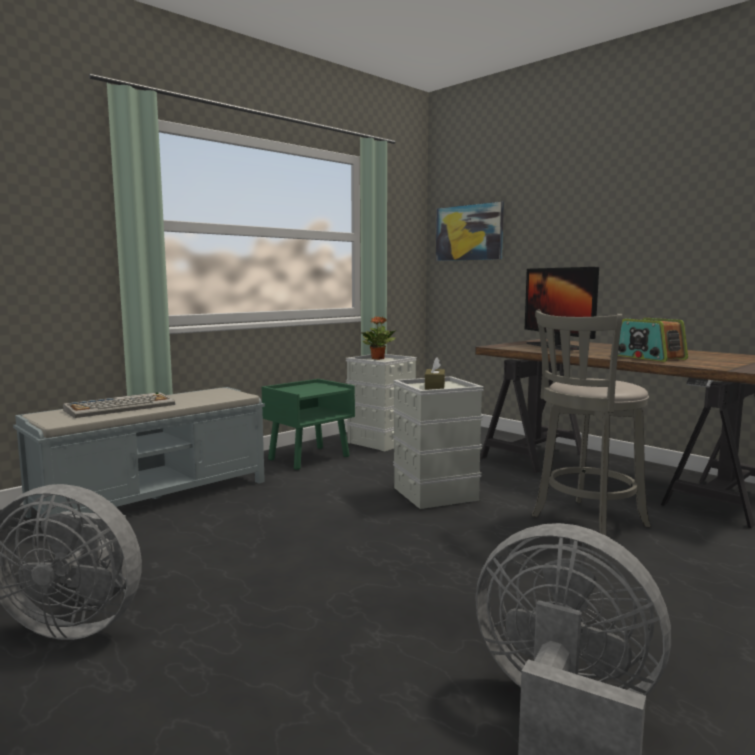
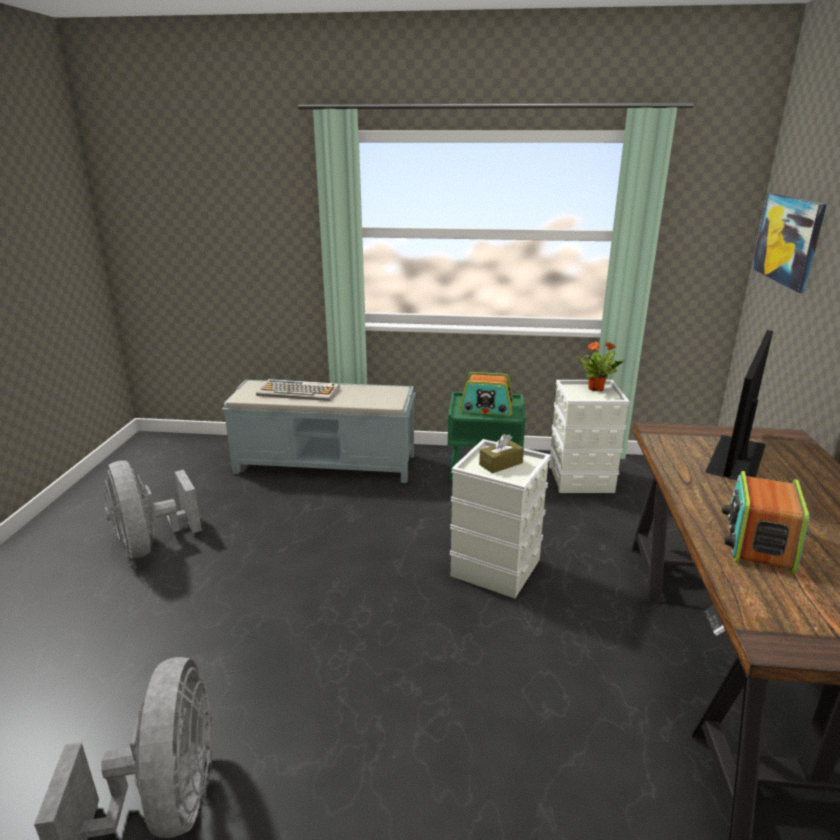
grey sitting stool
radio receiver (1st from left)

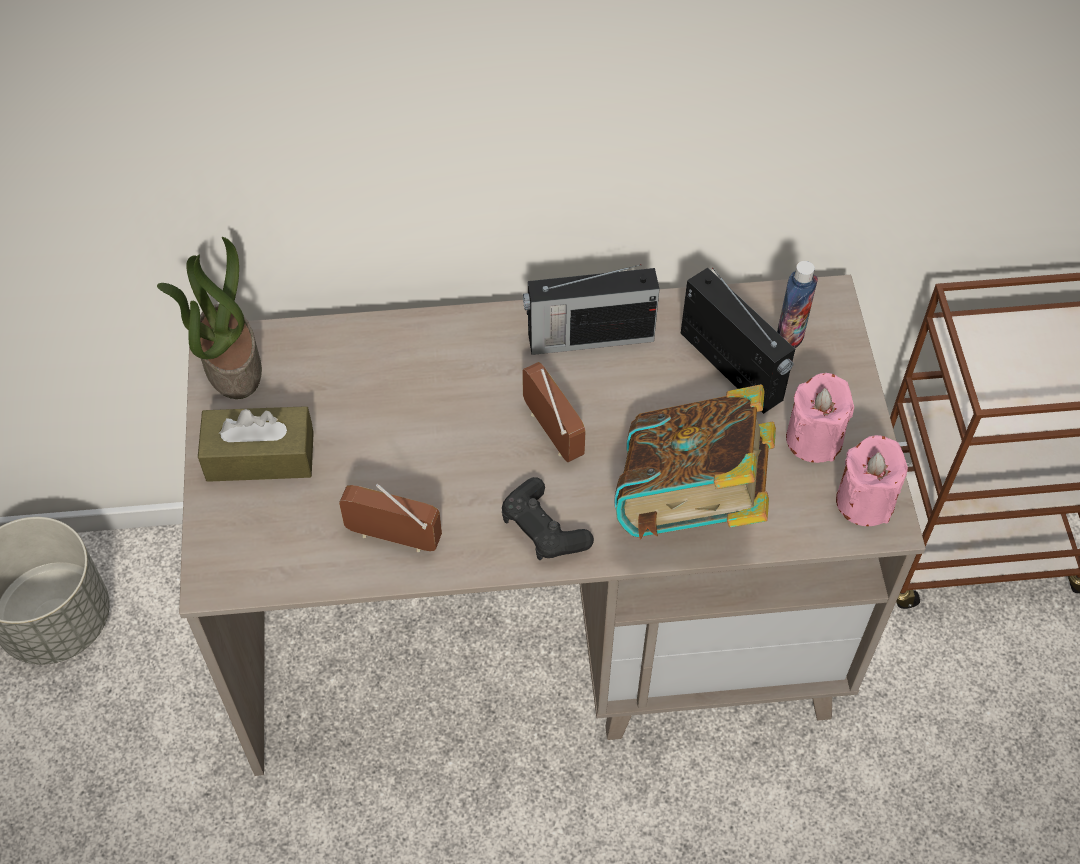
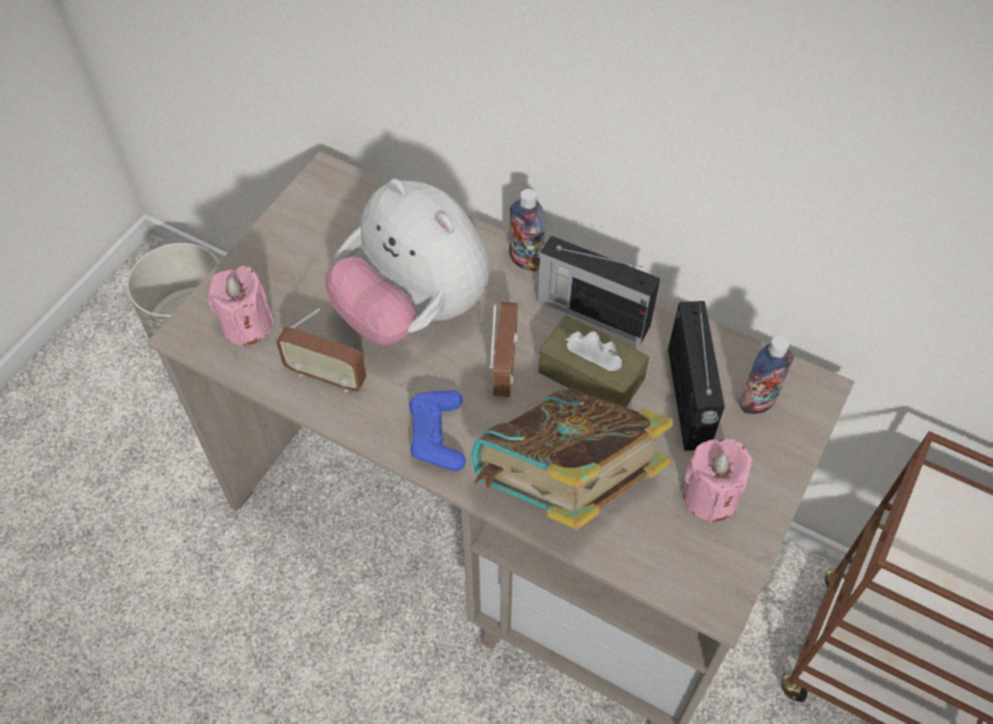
potted plant
brown-coloured tissue holder
radio receiver (1st from left)
blue game controller
pink-coloured wax candle (1st from left)
cuddly toy
drink bottle (1st from left)

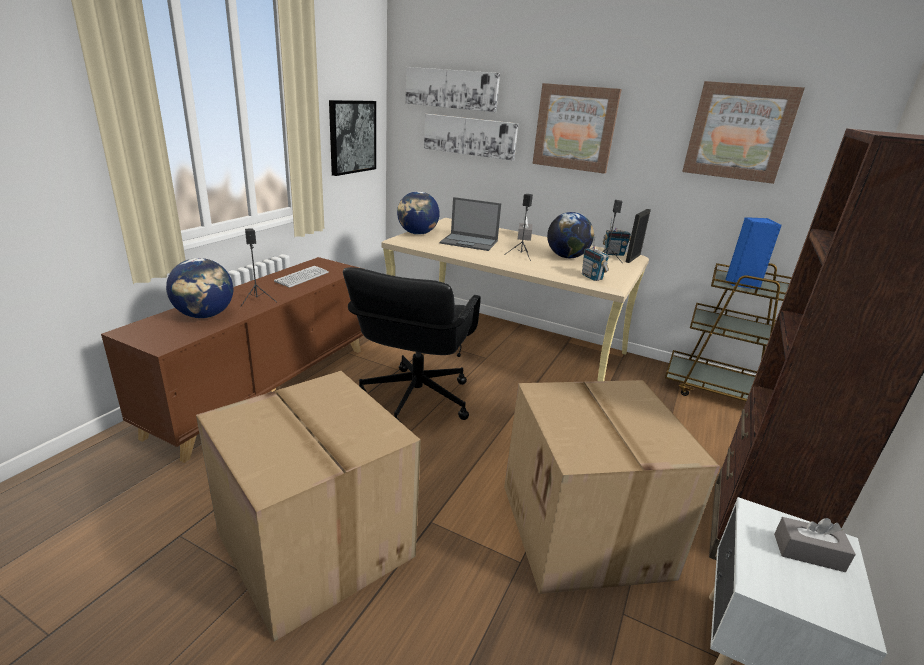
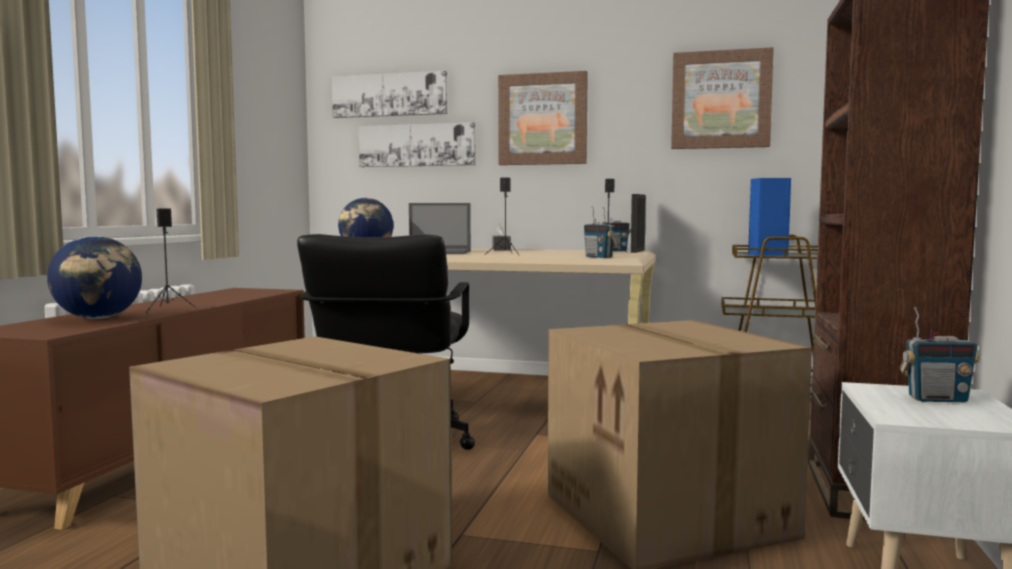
PC keyboard
wall art (1st from left in the first image)
globe (3rd from left in the first image)
radio receiver (3rd from left)

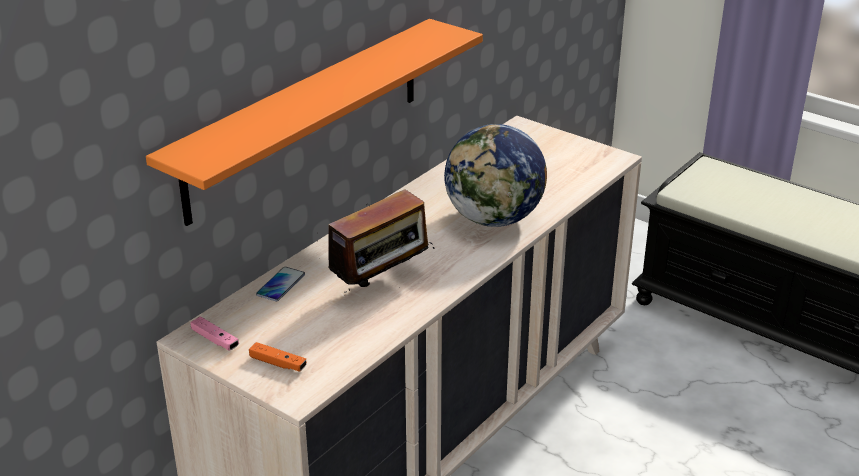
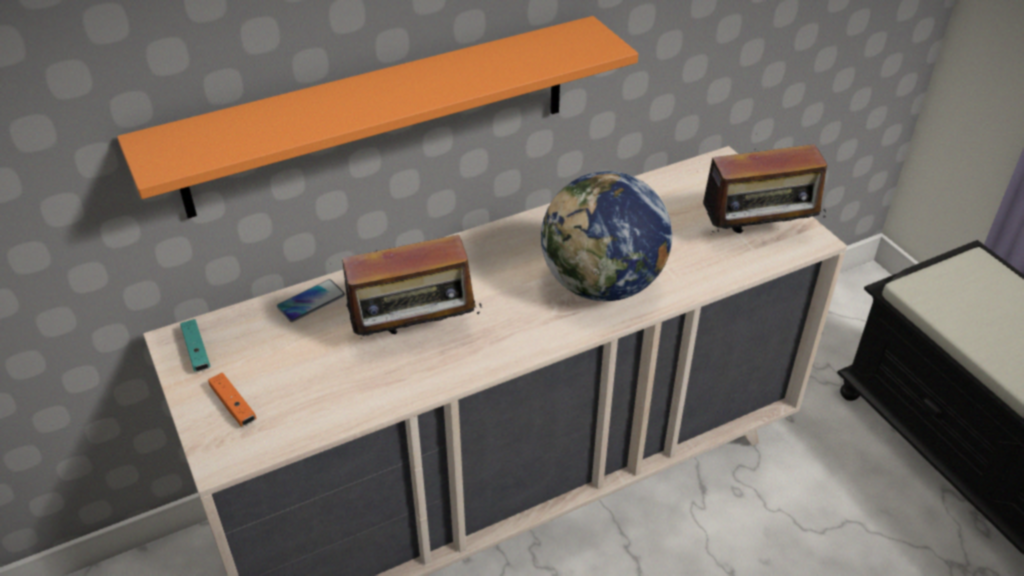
turquoise-coloured game controller
radio receiver (2nd from left)

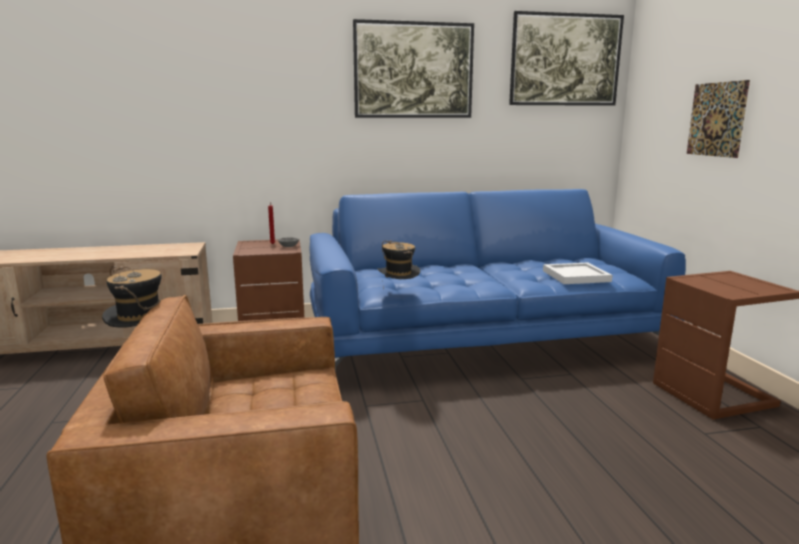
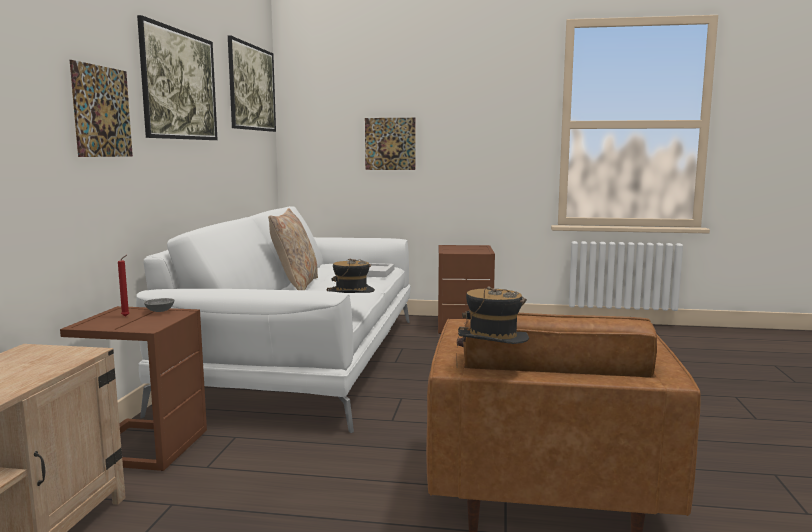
white settee
wall art (1st from left)
beige pillow

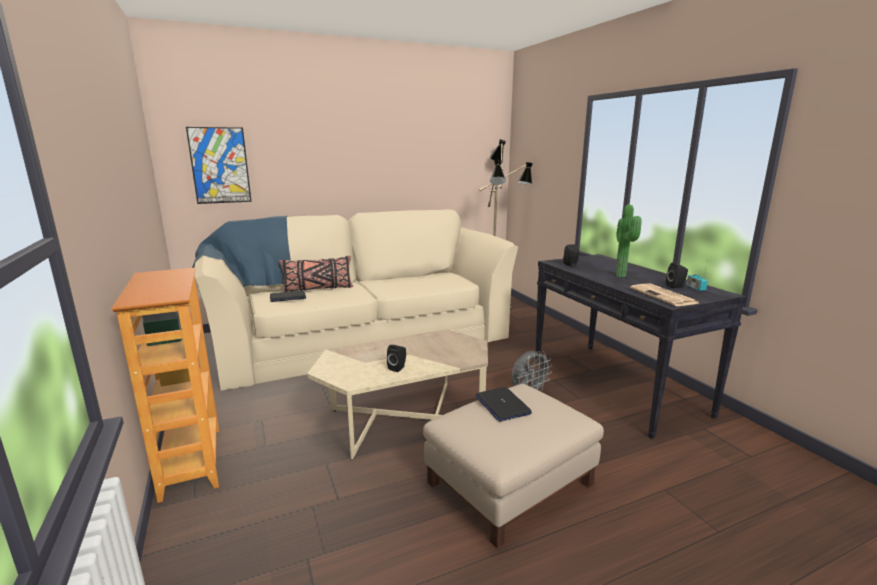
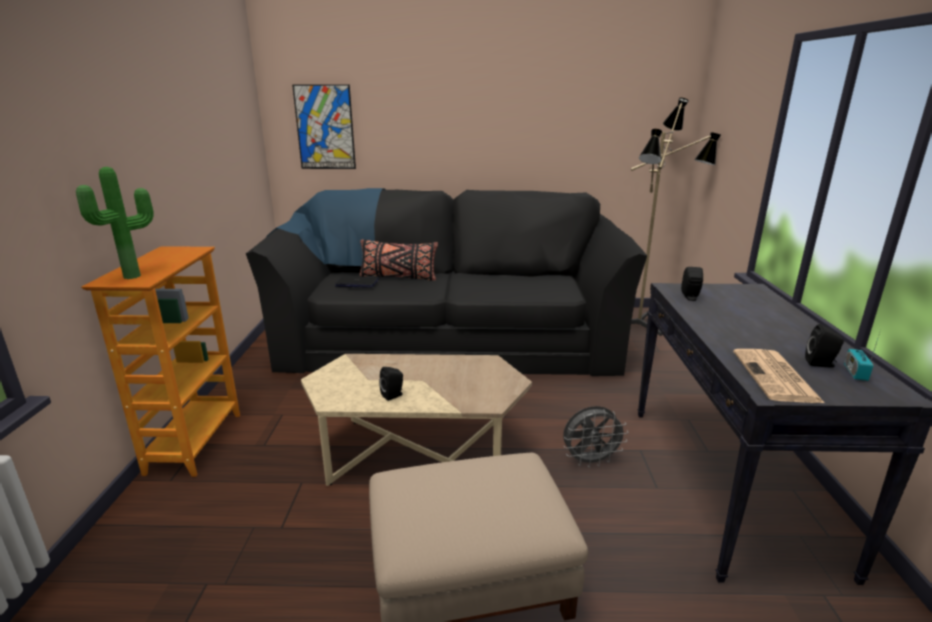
black-coloured settee
laptop (2nd from left in the first image)
potted plant

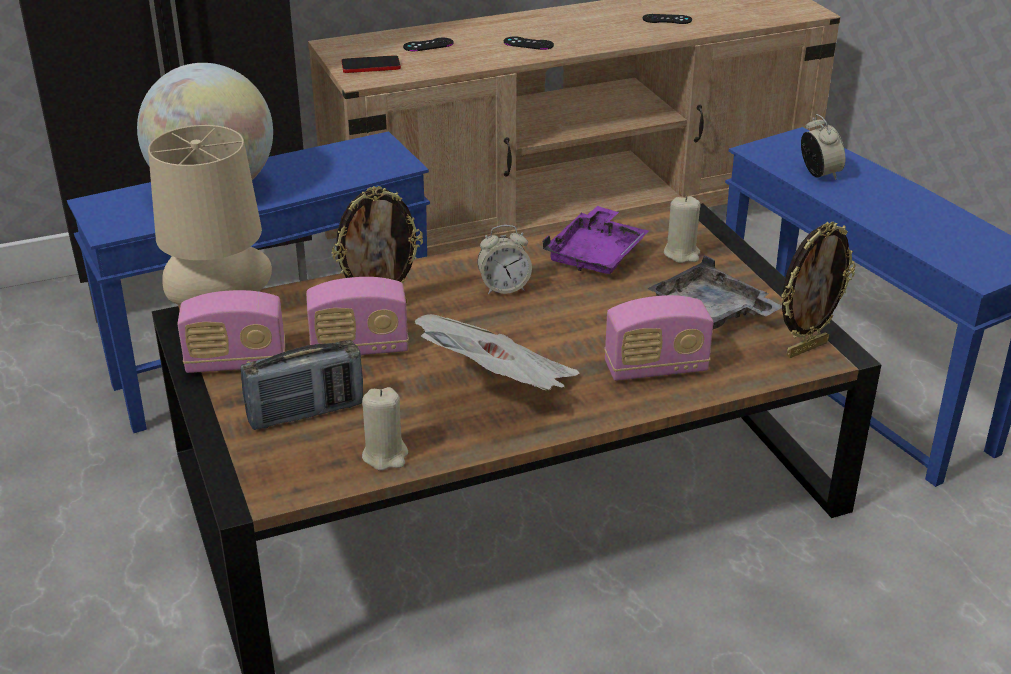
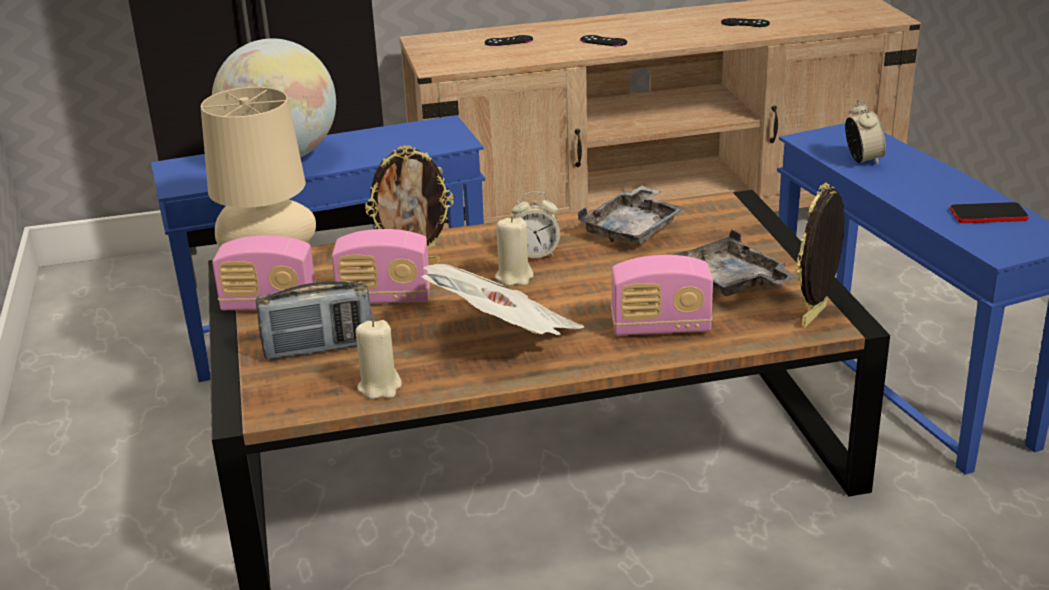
telephone
grey carrying tray (1st from left)
beige wax candle (2nd from left)
standing frame (2nd from left)

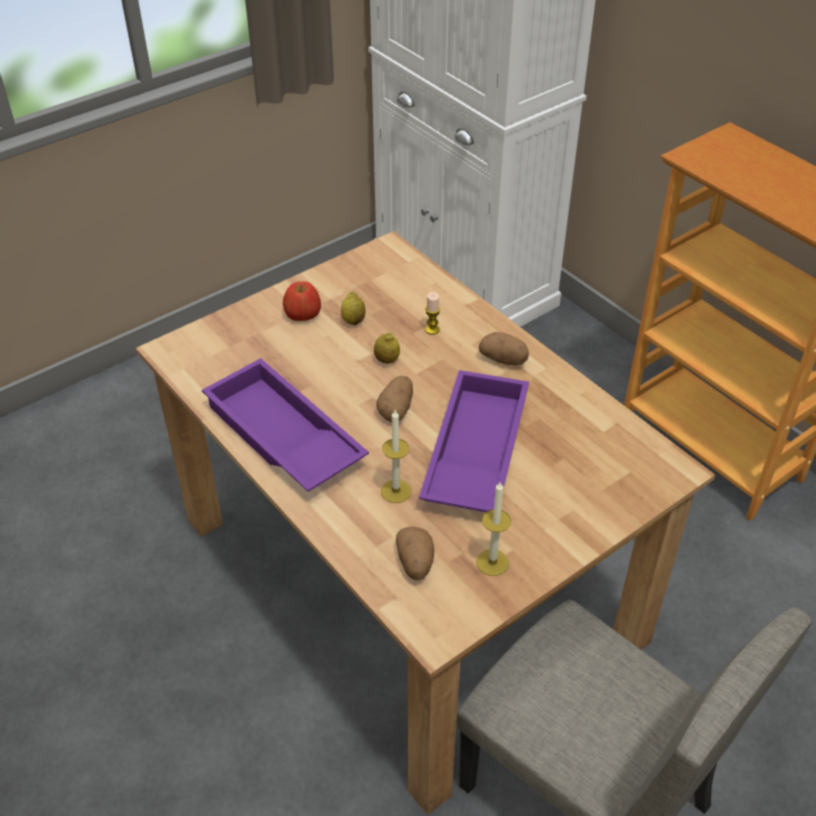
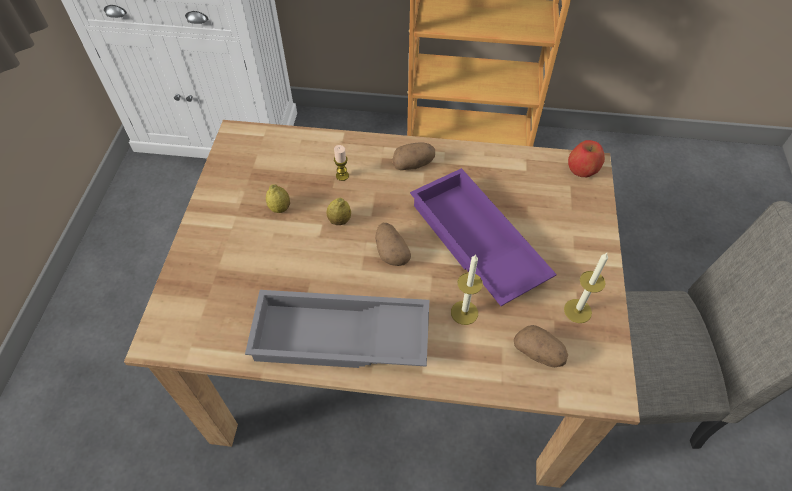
grey carrying tray
apple fruit

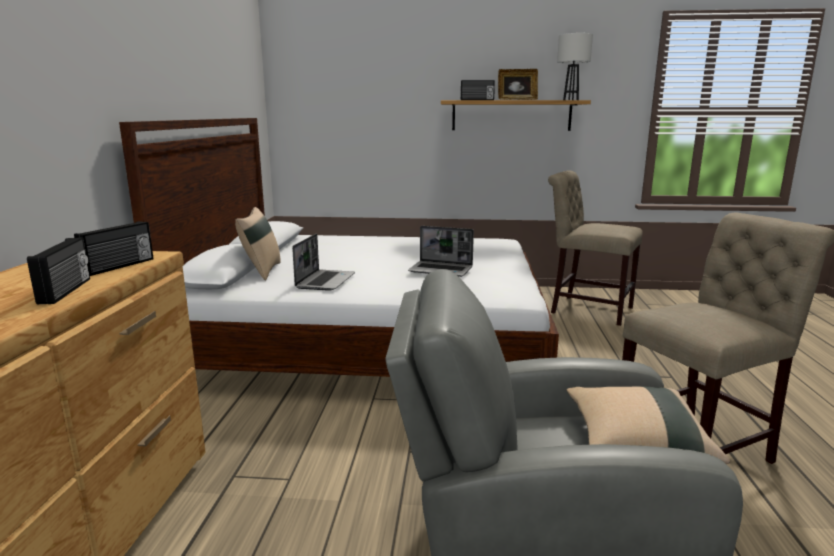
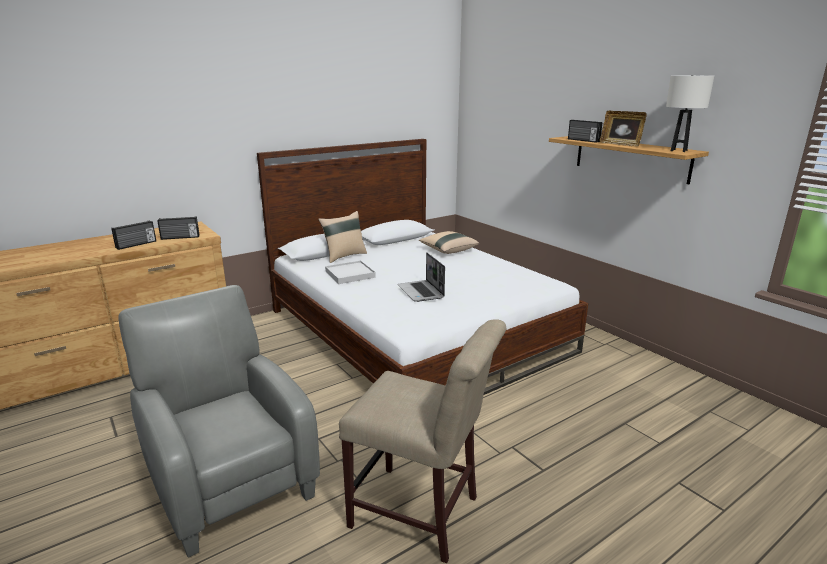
white carrying tray
beige chair (1st from left in the first image)
beige pillow (2nd from left)

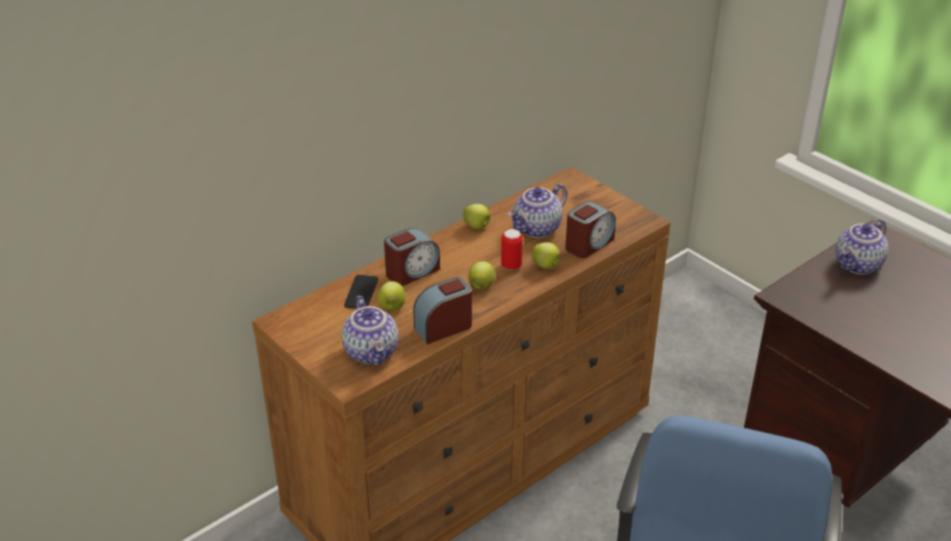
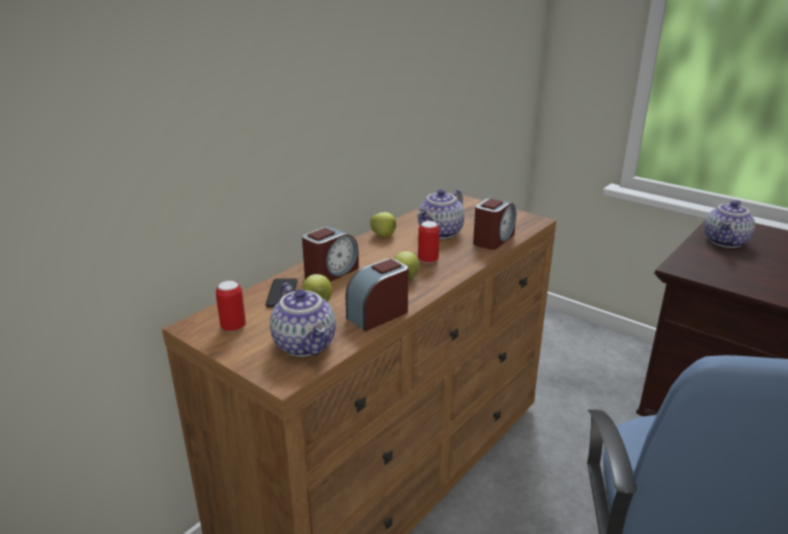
apple fruit (4th from left in the first image)
metal can (1st from left)

